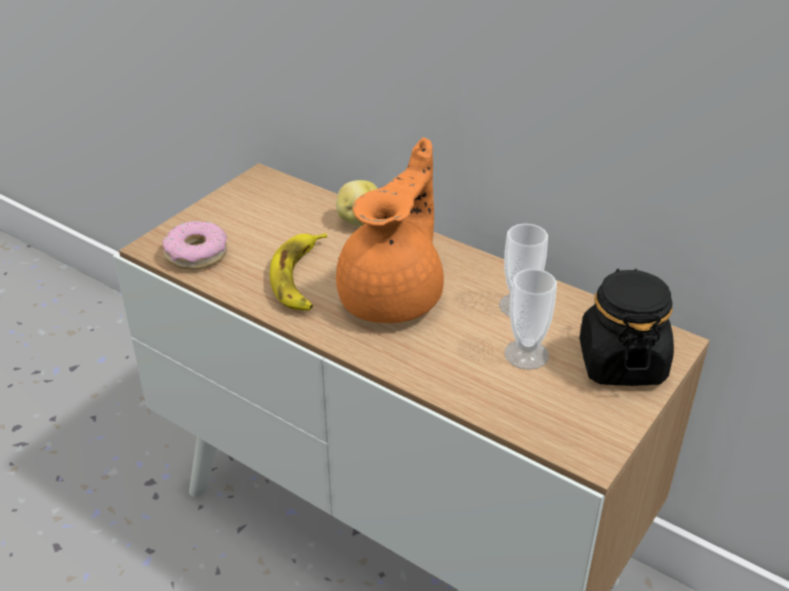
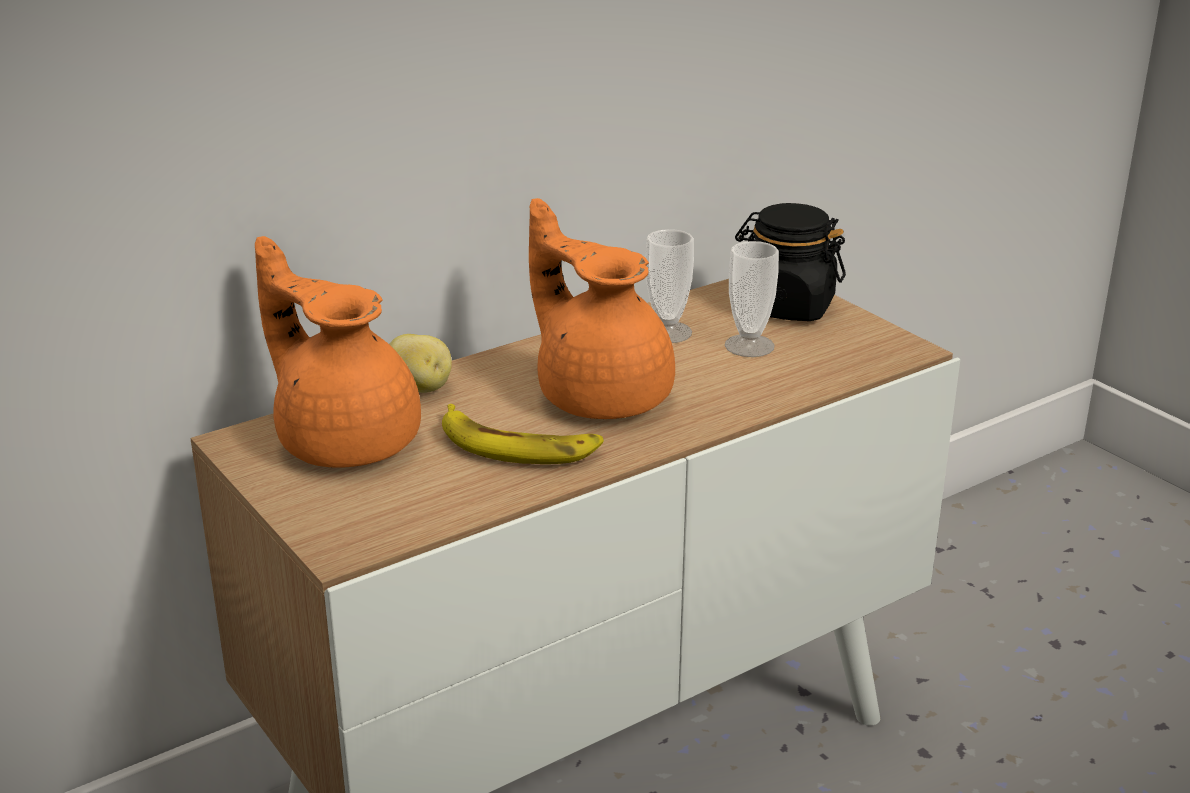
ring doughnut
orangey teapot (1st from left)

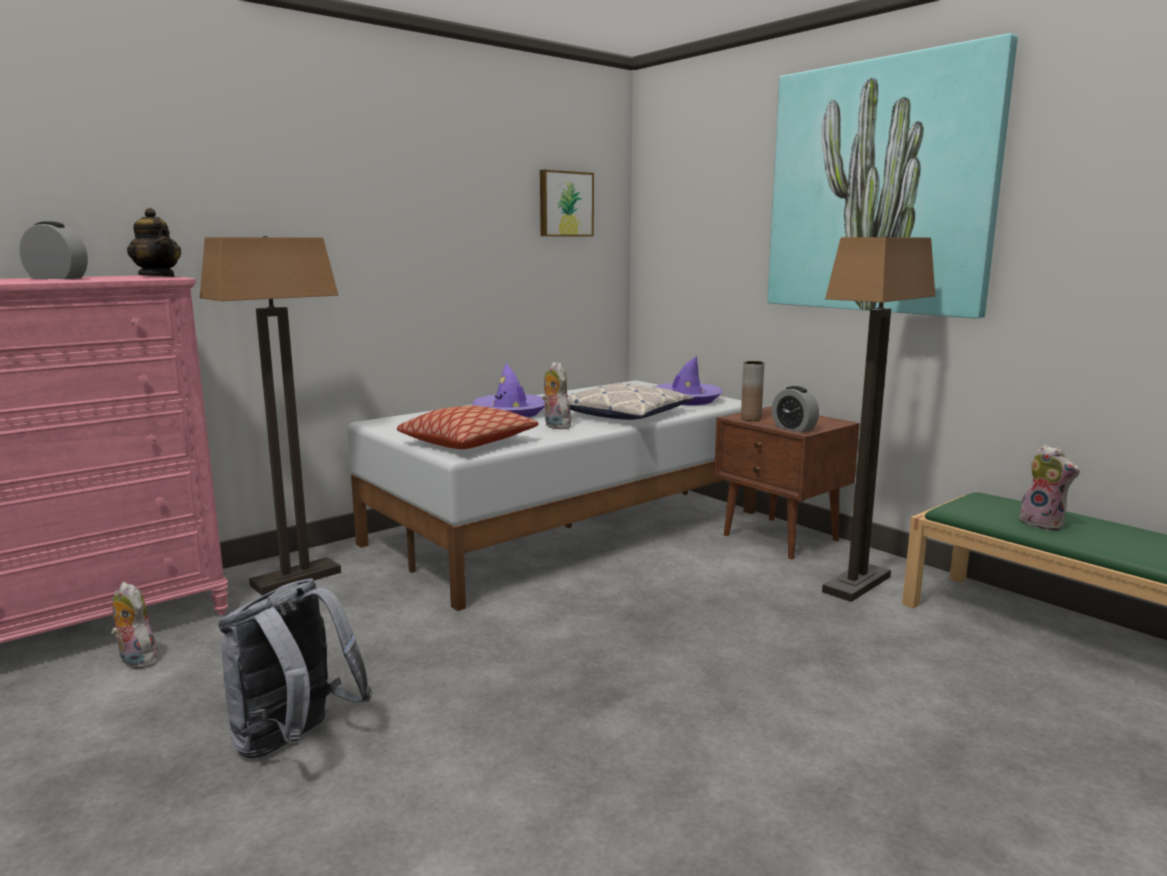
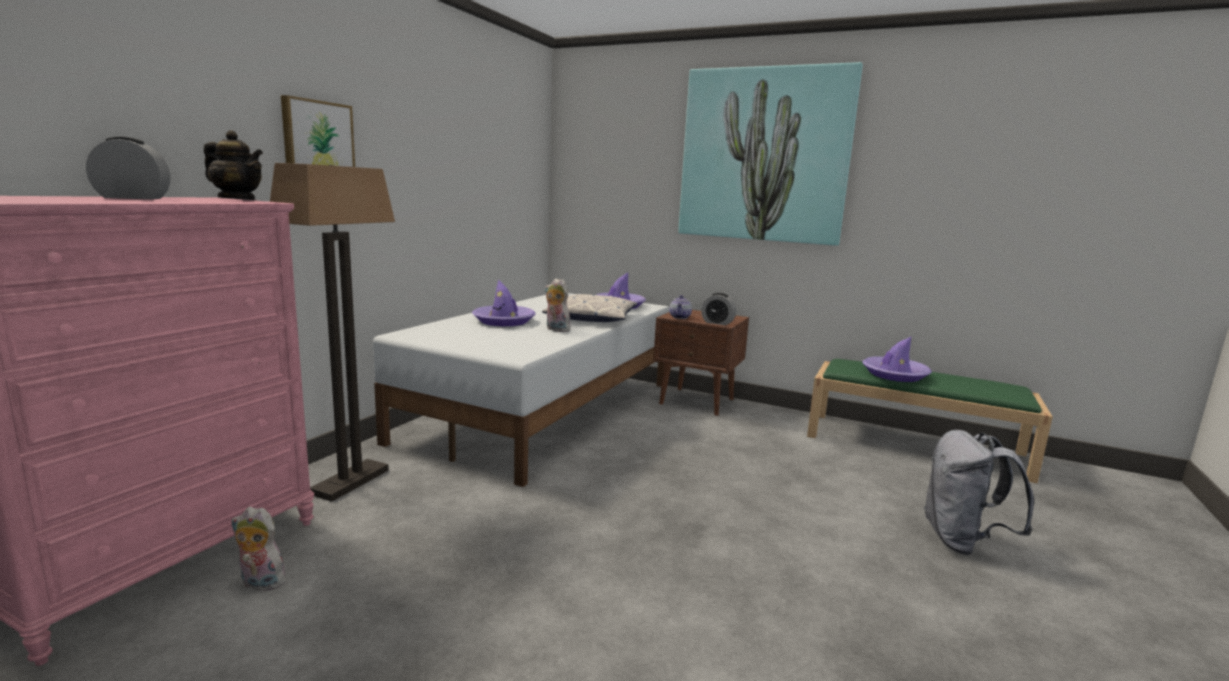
grey knapsack
pillow (1st from left in the first image)
wall art (1st from left)
teapot (2nd from left)
standing lamp (2nd from left in the first image)
purplish hat (3rd from left)

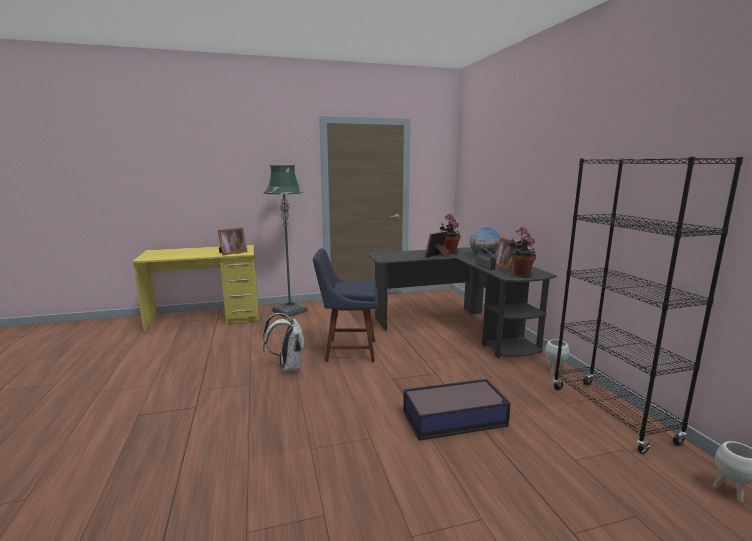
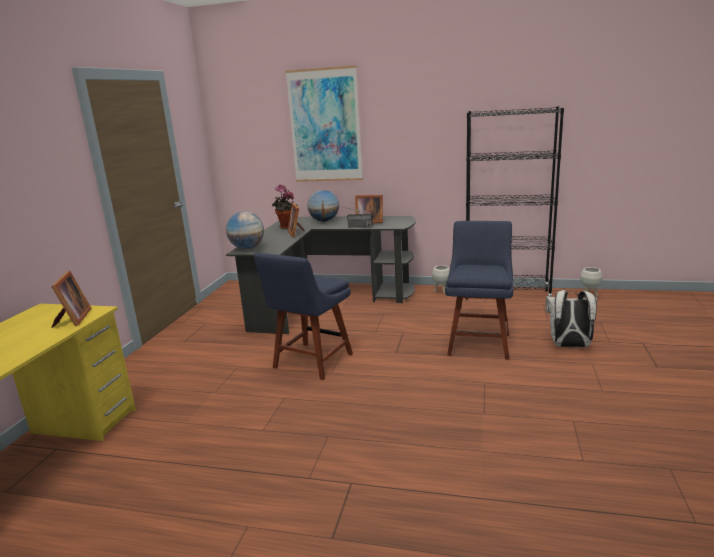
white knapsack
green standing lamp
blue chair (2nd from left)
potted plant (2nd from left in the first image)
globe (1st from left)
wall art

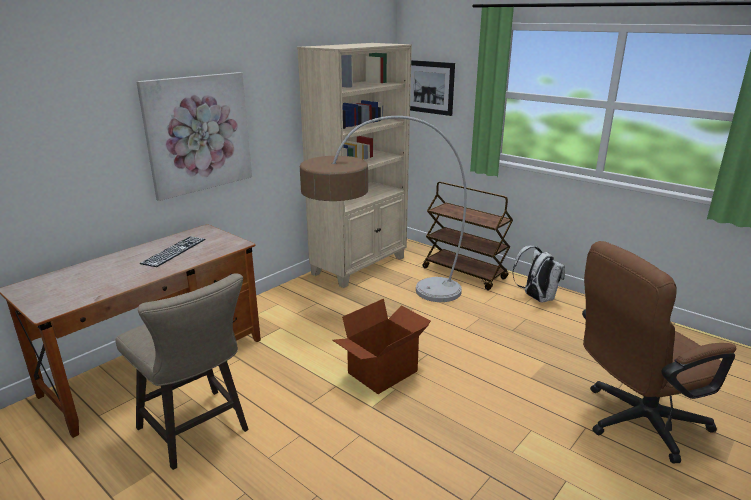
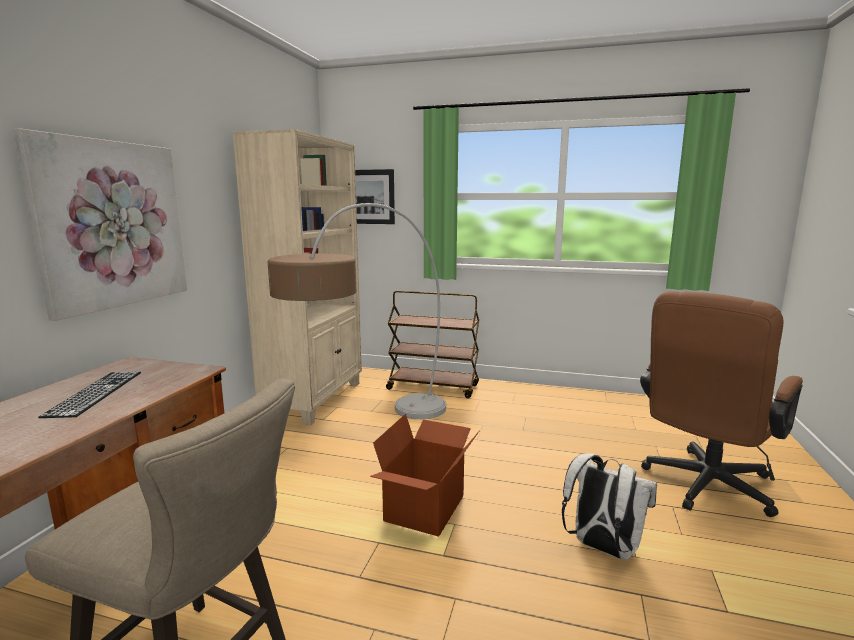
white knapsack

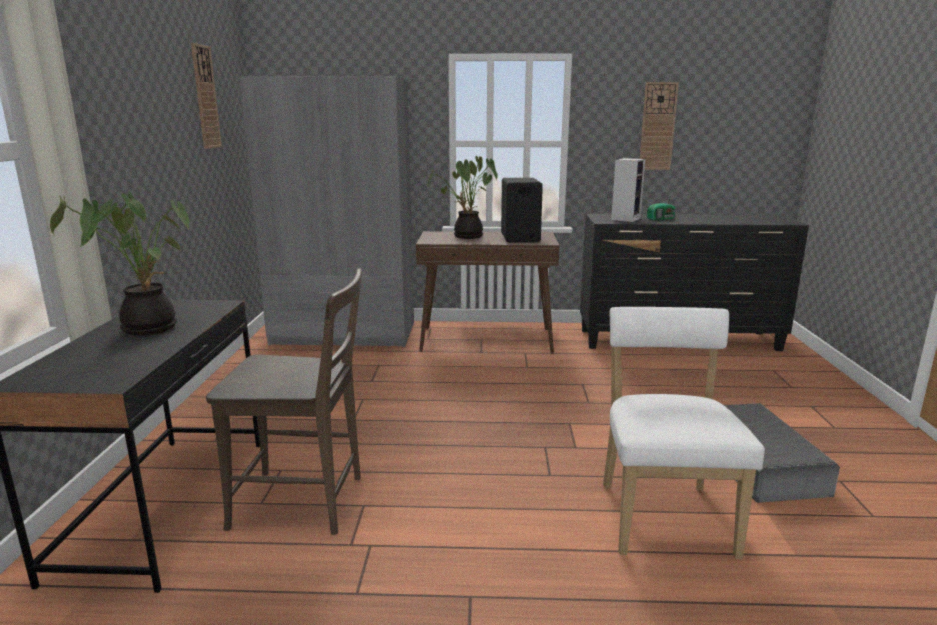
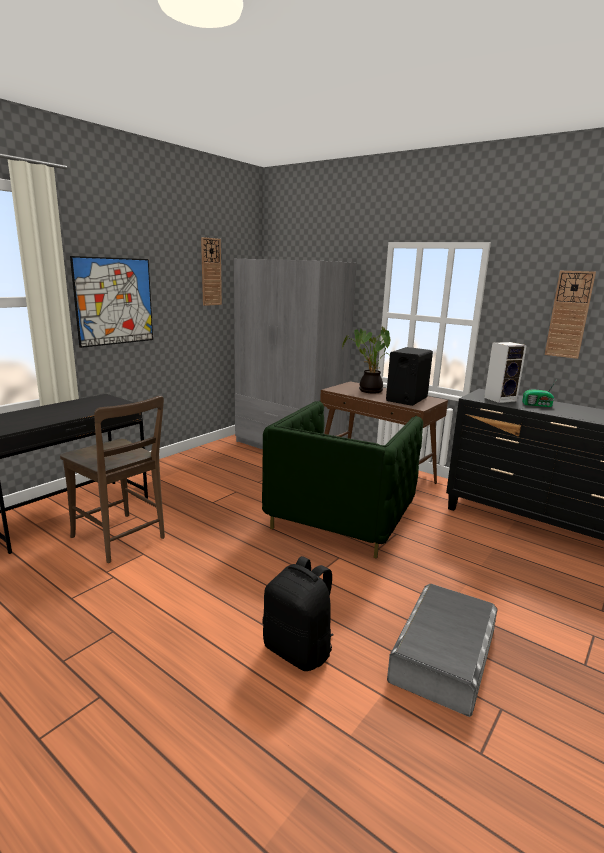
potted plant (1st from left in the first image)
black-coloured knapsack
wall art
green easy chair

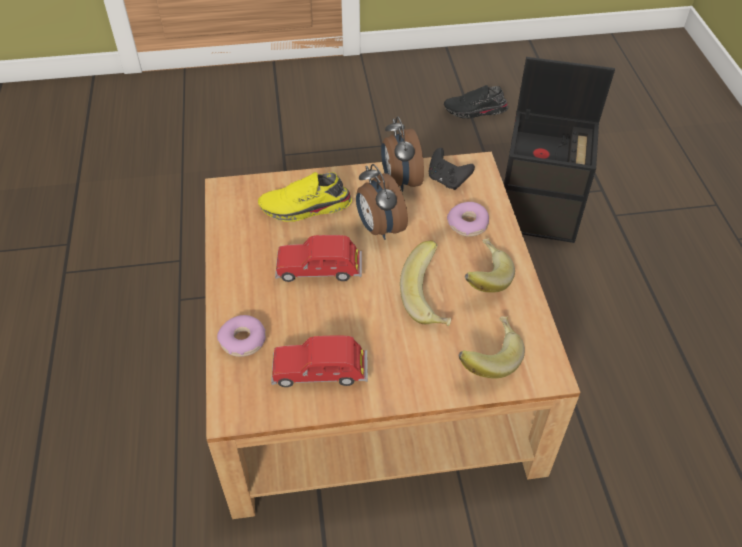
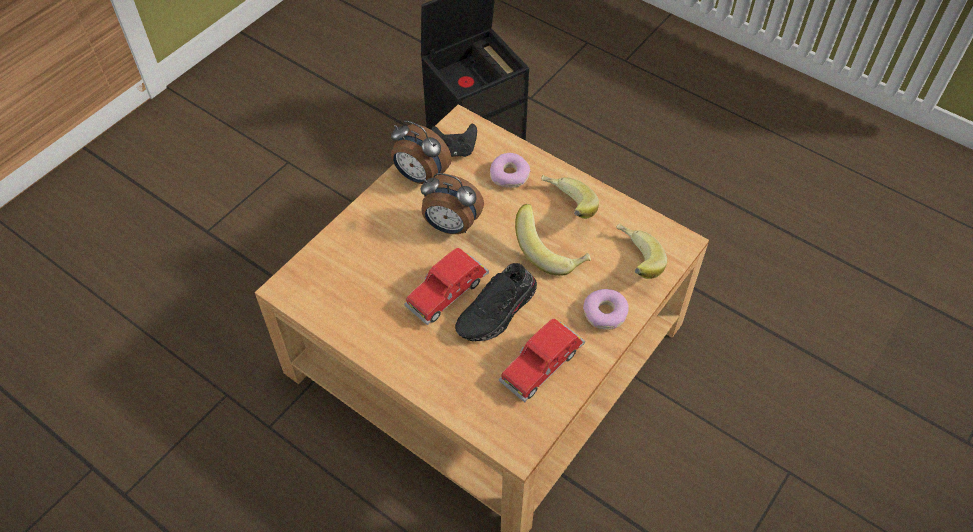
ring doughnut (2nd from left)
yellow-coloured item of footwear
black-coloured item of footwear

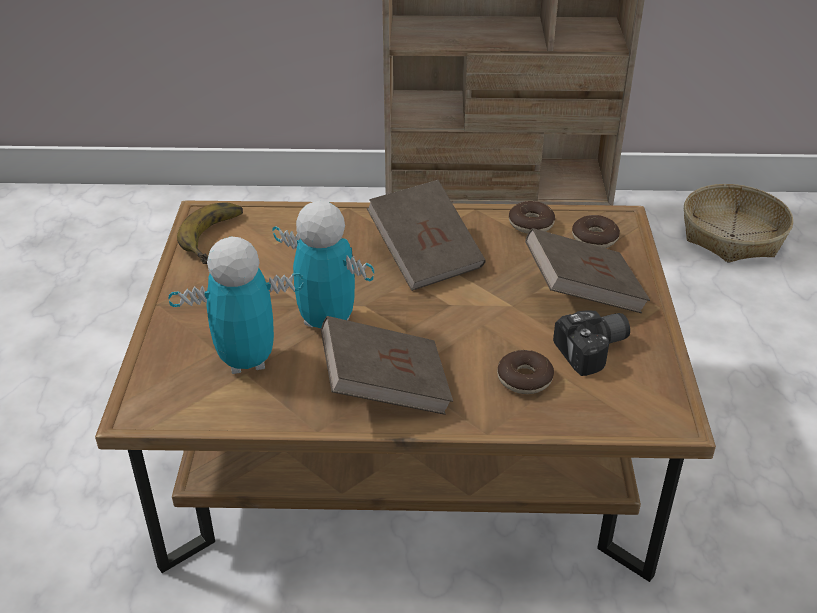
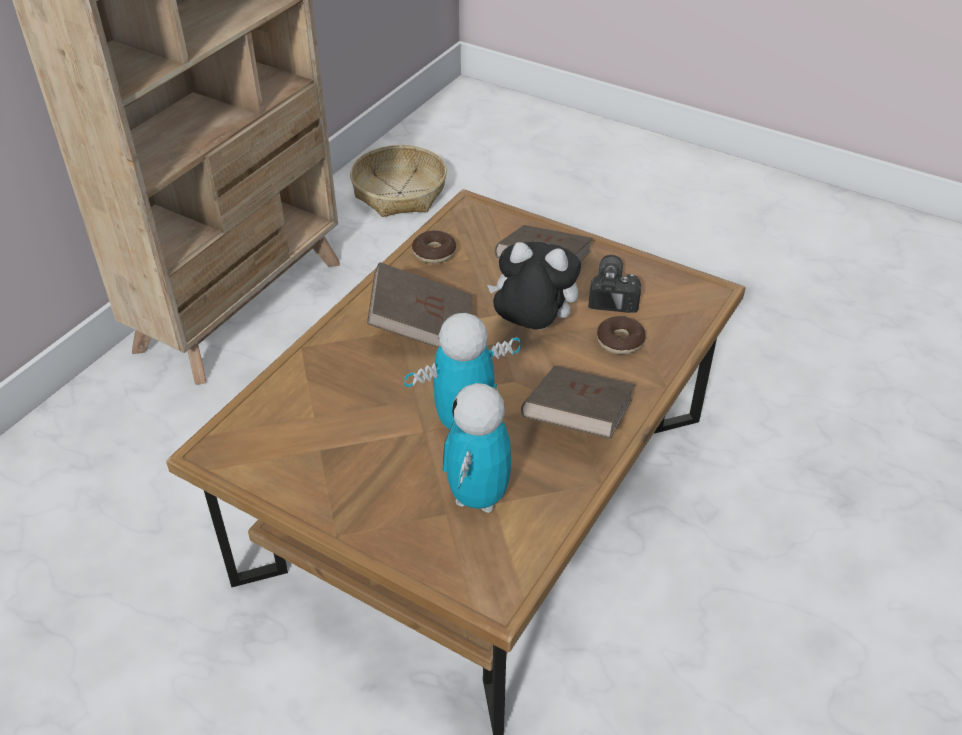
banana
ring doughnut (3rd from left in the first image)
cuddly toy

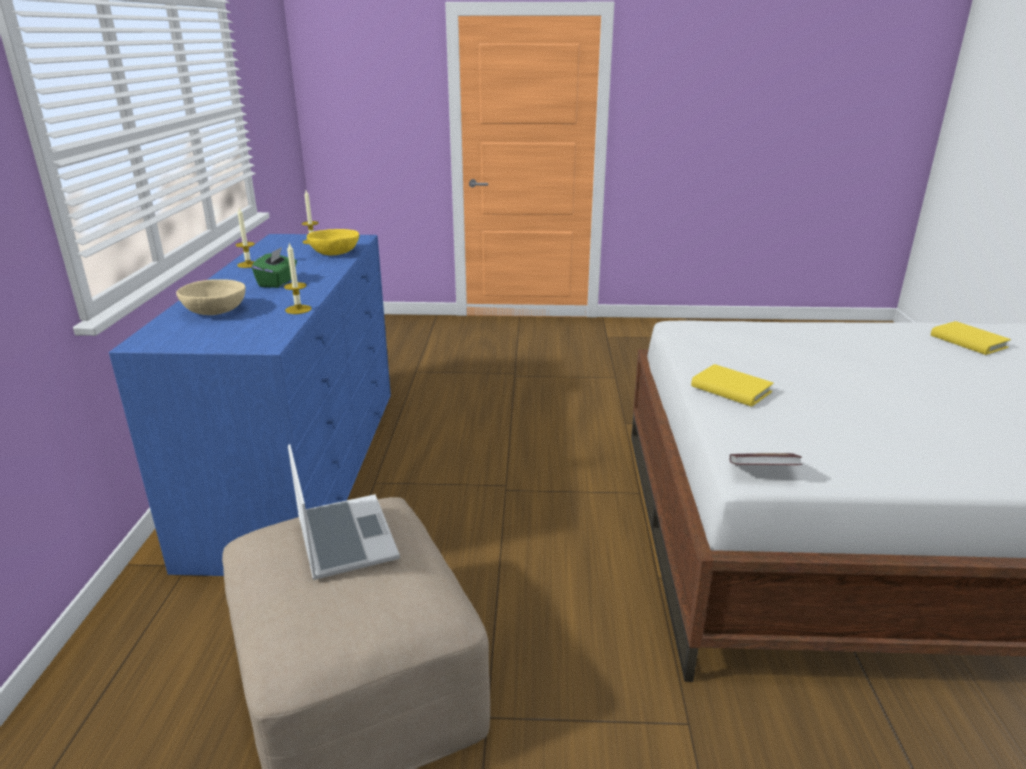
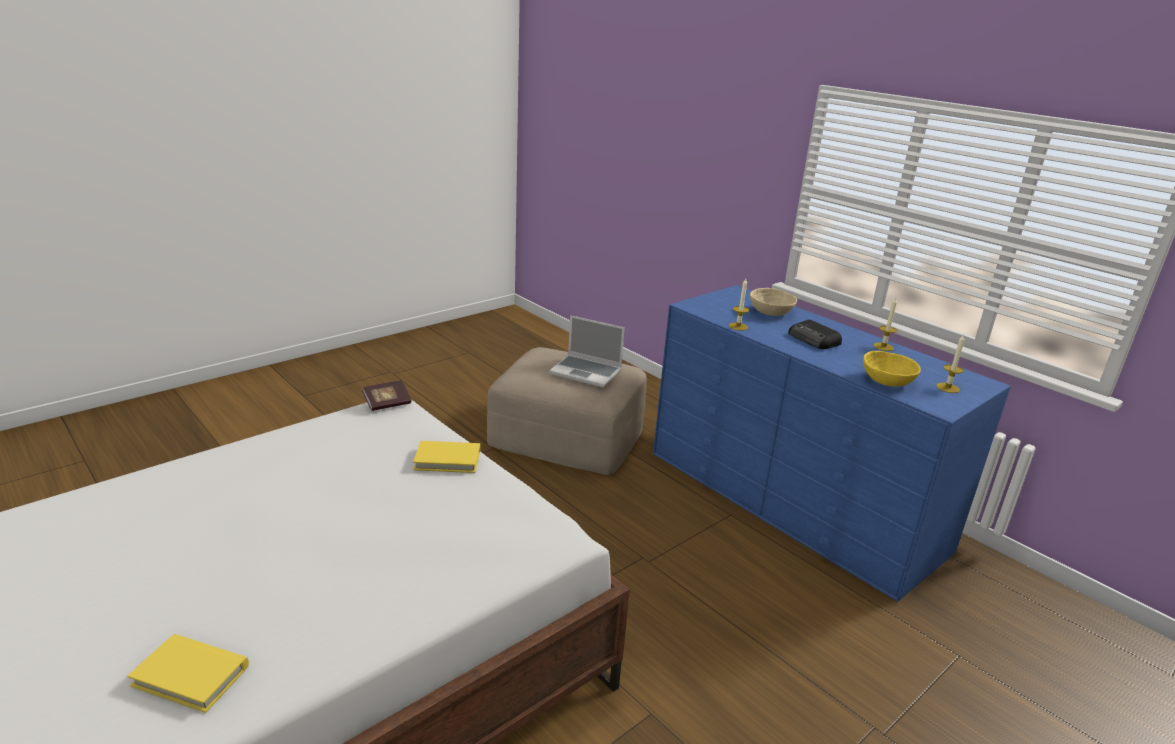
radio receiver

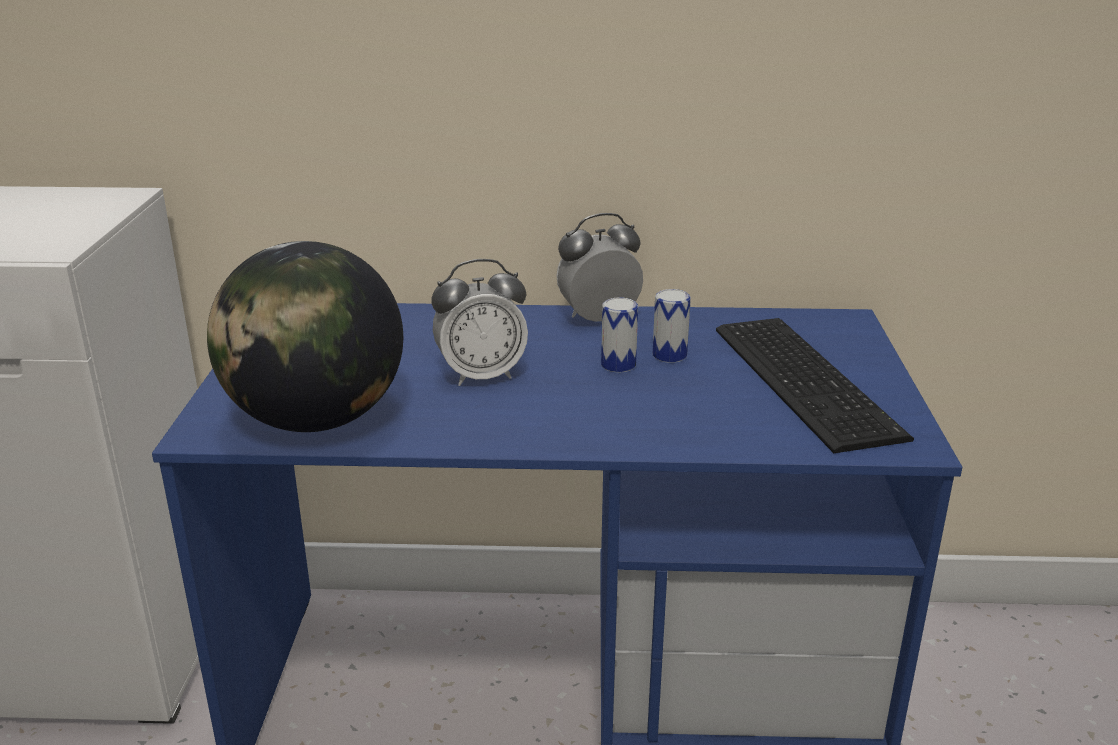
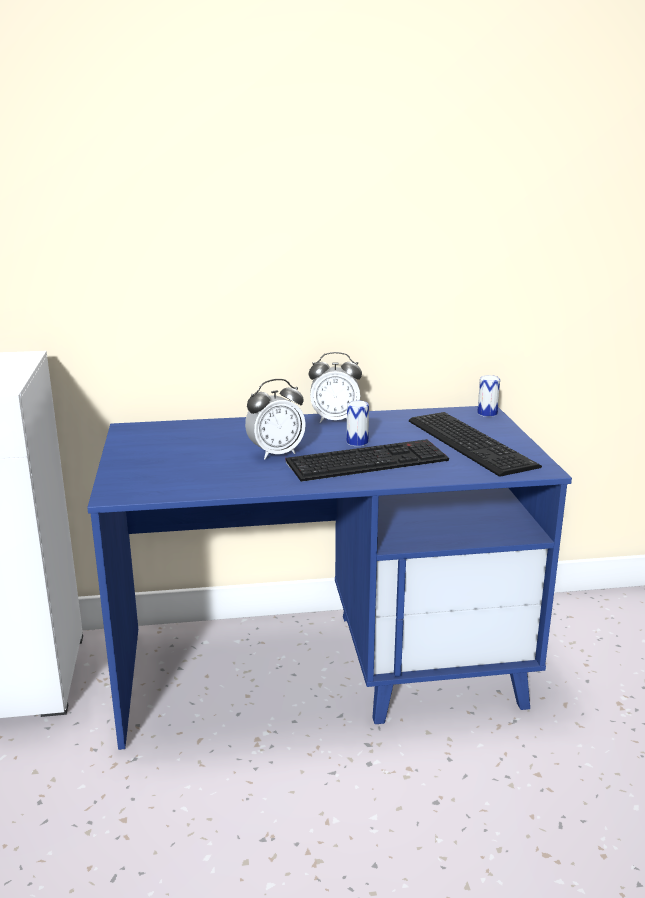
globe
alarm clock (2nd from left)
metal can (2nd from left)
PC keyboard (1st from left)

